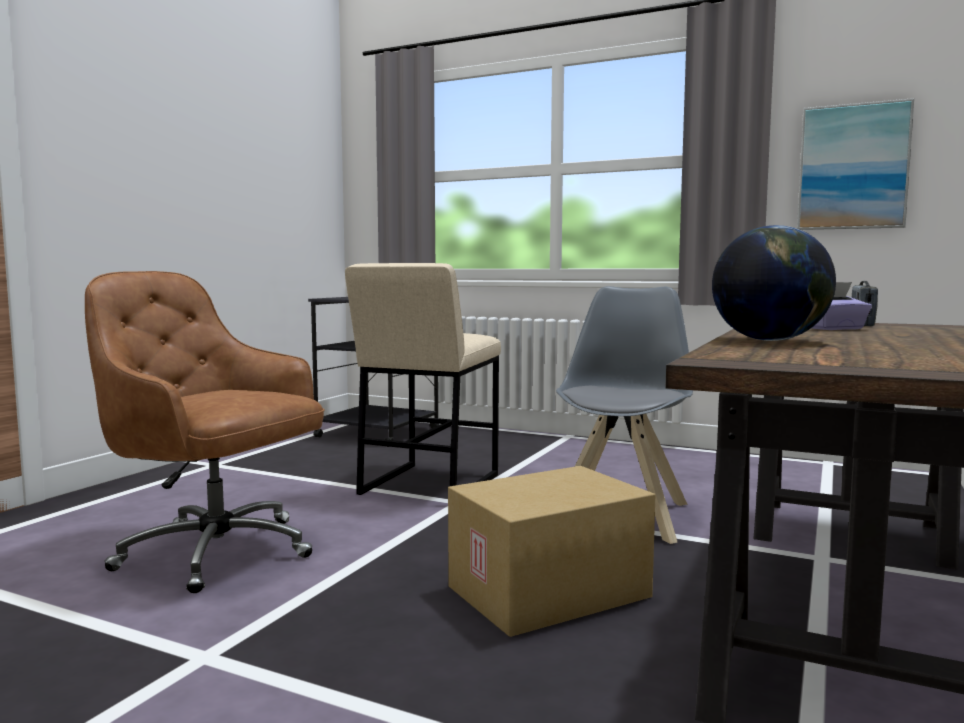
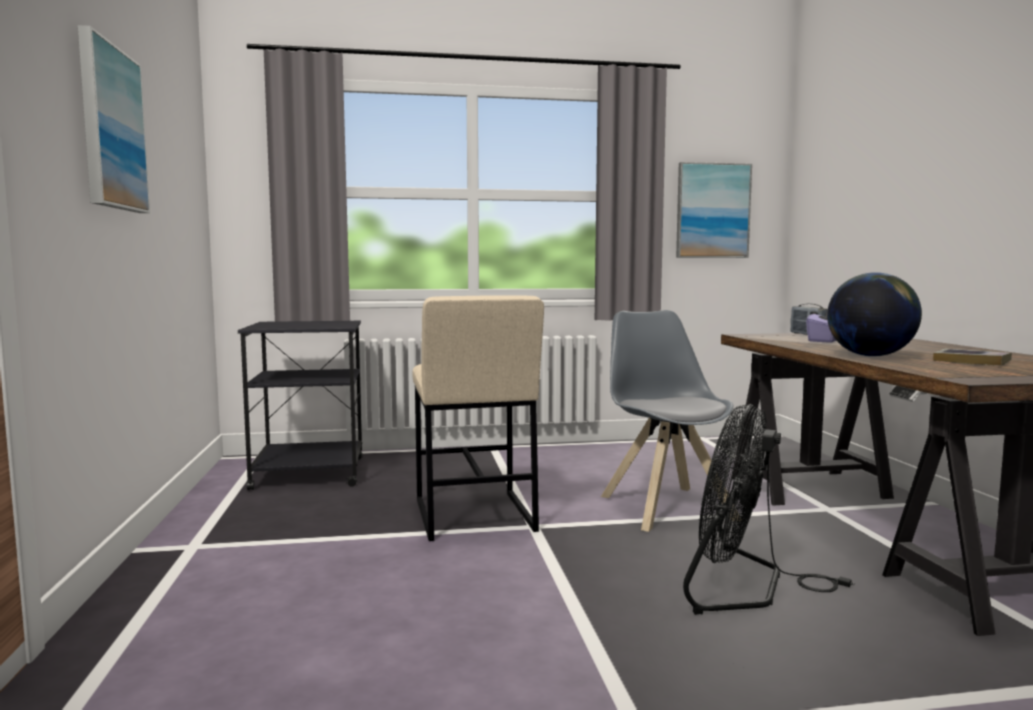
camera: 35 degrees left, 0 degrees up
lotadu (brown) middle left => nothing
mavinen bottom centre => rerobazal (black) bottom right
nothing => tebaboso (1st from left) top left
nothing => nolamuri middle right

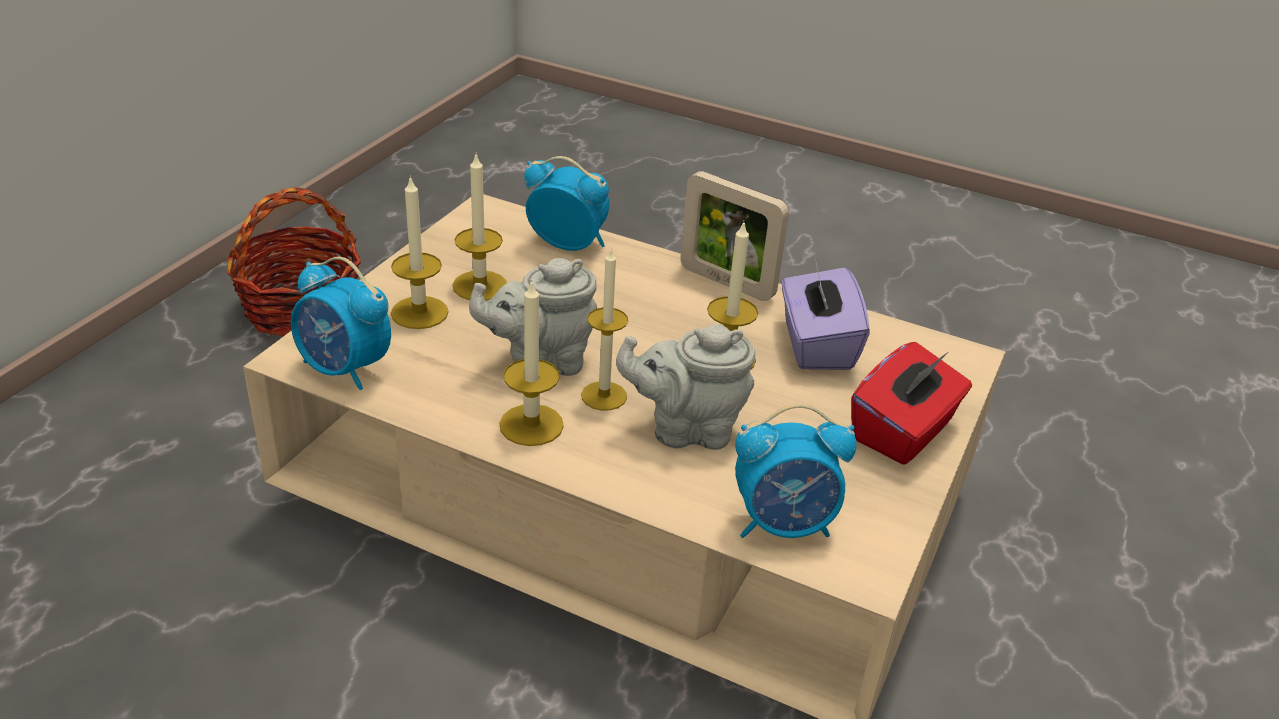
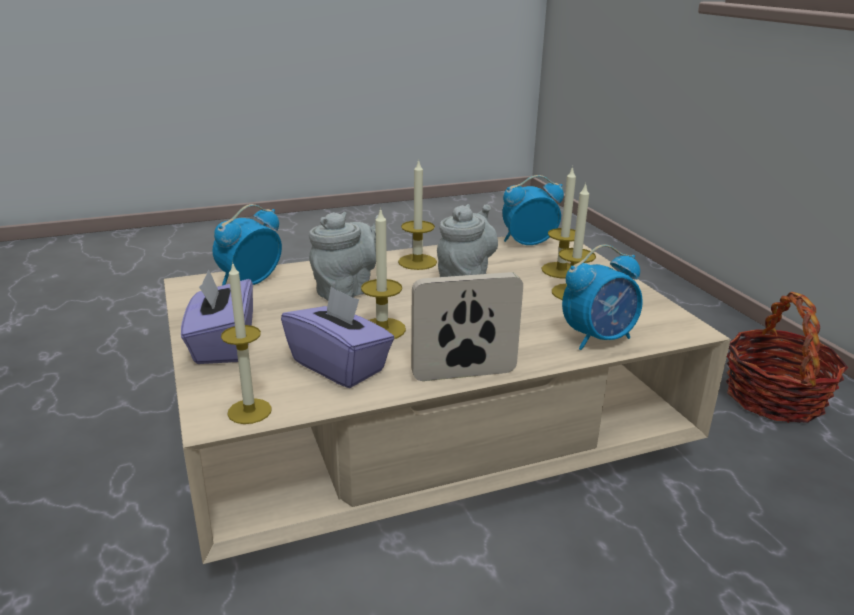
camera: 135 degrees right, 10 degrees down
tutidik (4th from left in the first image) centre => tutidik (1st from left) middle left, moved
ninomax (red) middle right => ninomax (purple) (1st from left) middle left

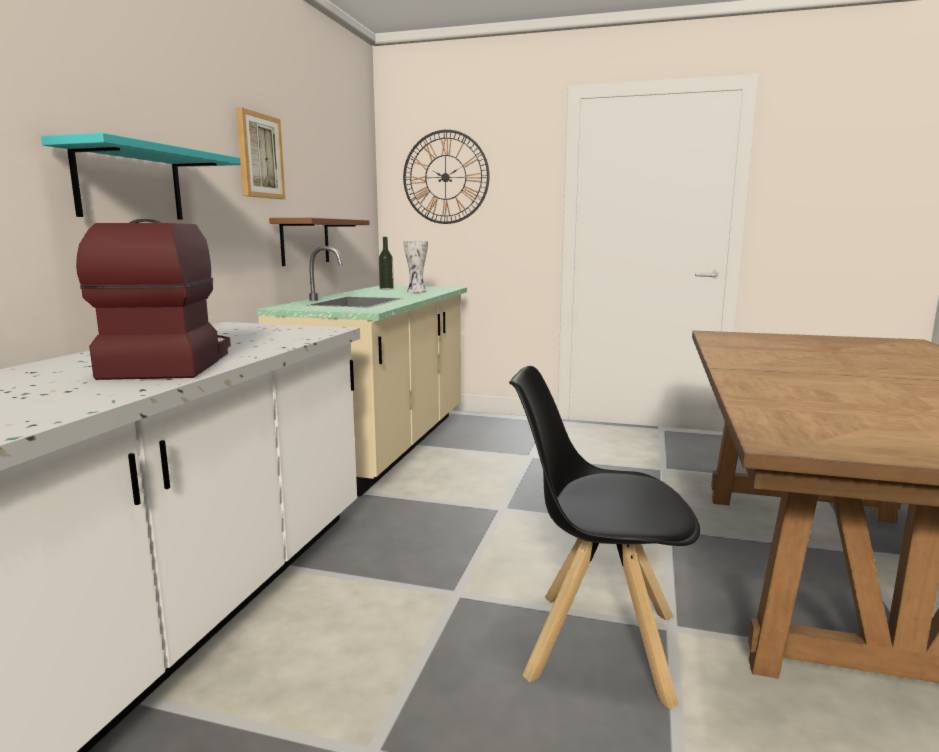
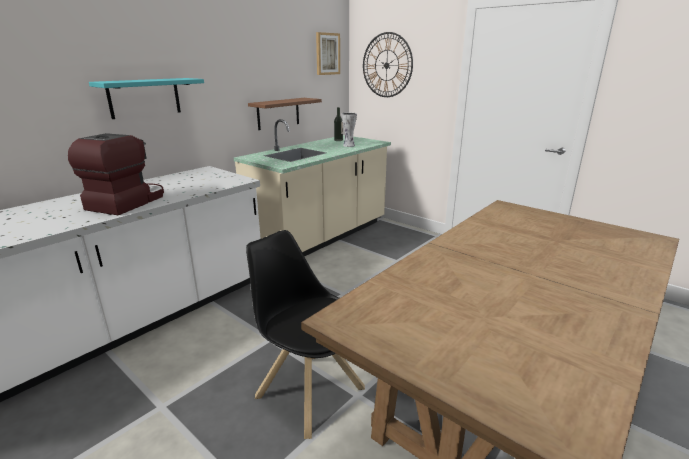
camera: 25 degrees right, 10 degrees up
tebaboso top left => tebaboso top centre, moved

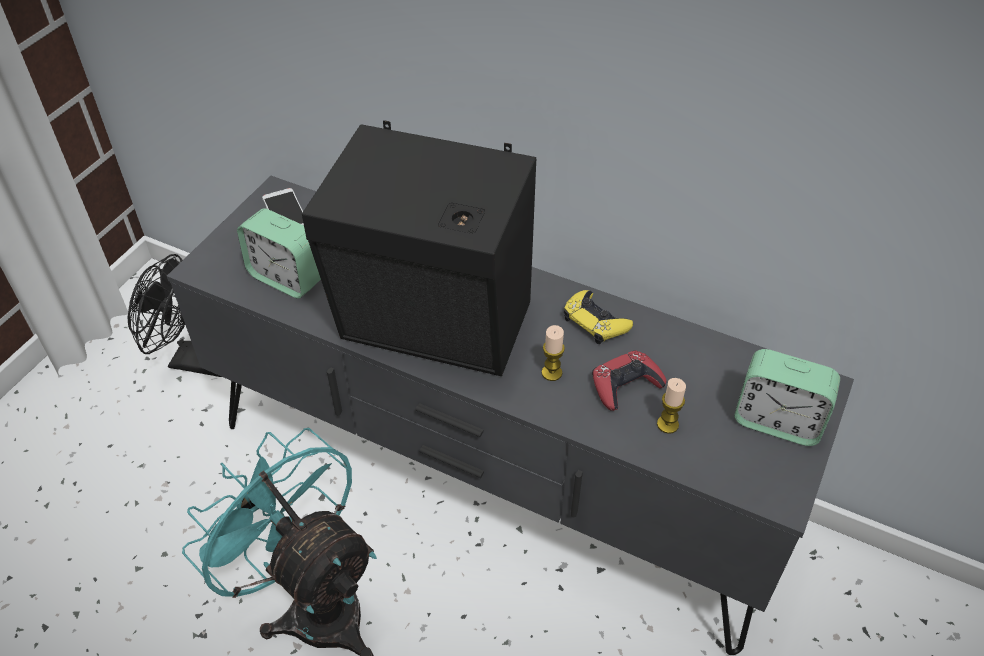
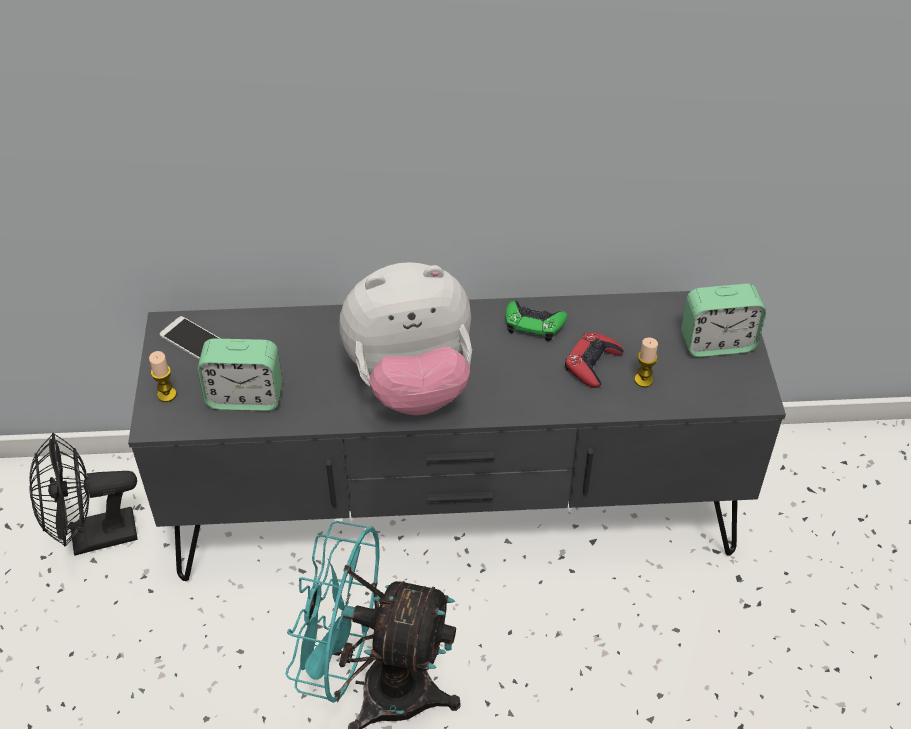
camera: 30 degrees left, 0 degrees up
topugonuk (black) centre => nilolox centre
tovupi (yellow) centre => tovupi (green) centre
tutidik (1st from left) centre => tutidik (1st from left) middle left, moved

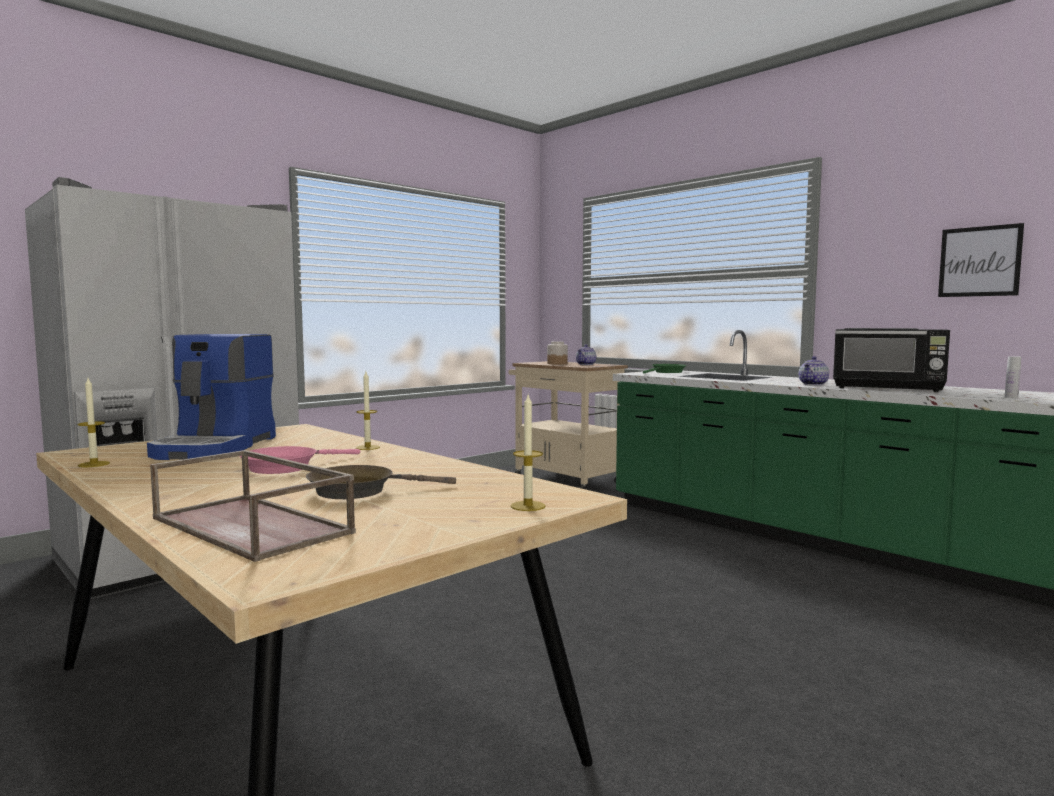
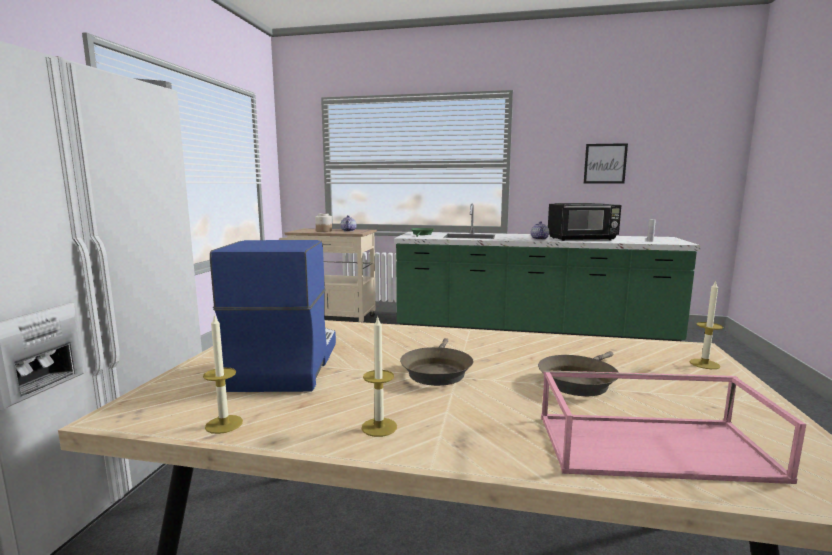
camera: 35 degrees left, 5 degrees up
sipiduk middle left, 150 degrees counterclockwise
tutidik (2nd from left) centre => tutidik (2nd from left) bottom centre, moved
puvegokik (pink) middle left => puvegokik (brown) (1st from left) centre
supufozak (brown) middle left => supufozak (pink) bottom right

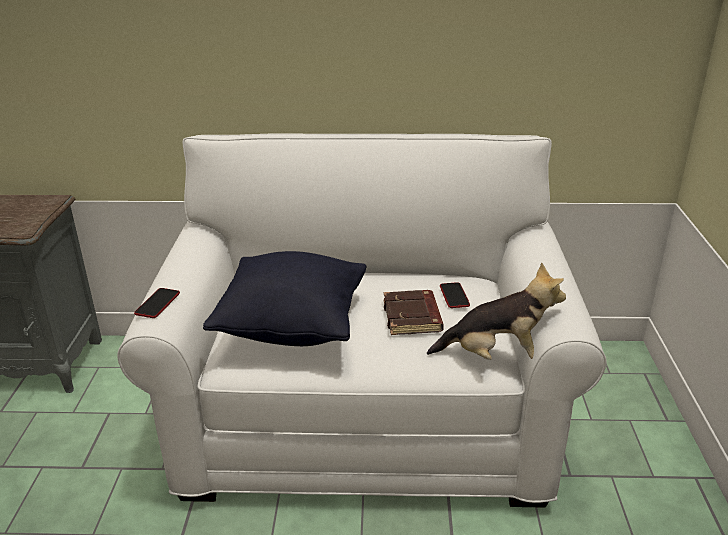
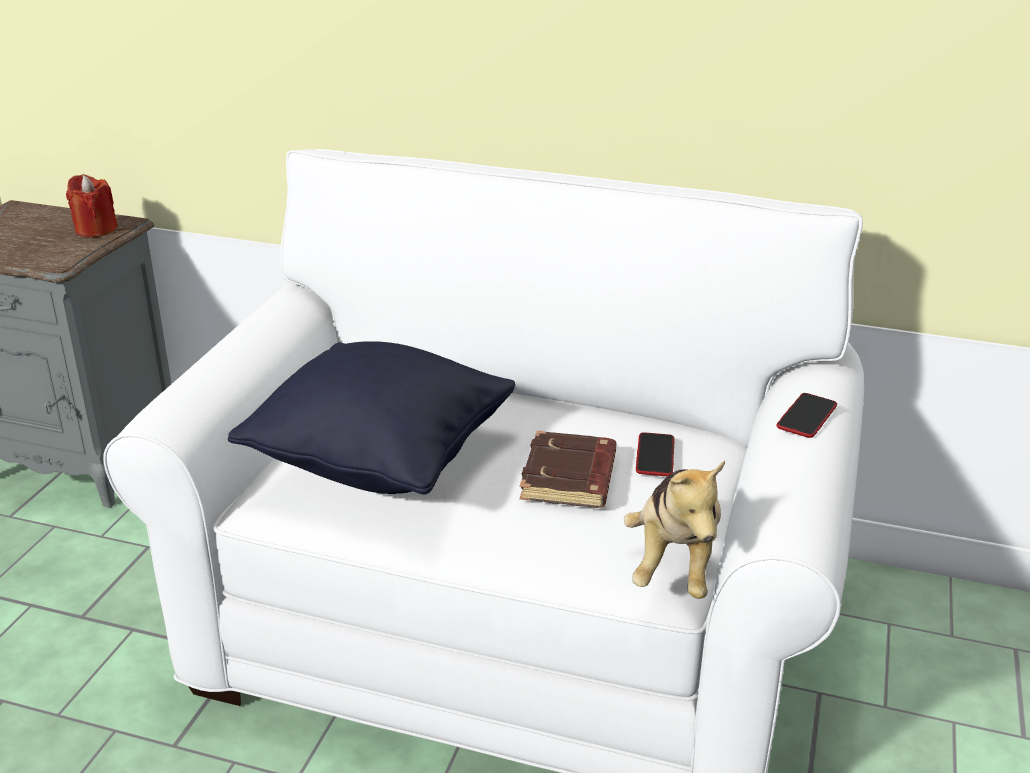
camera: 15 degrees right, 0 degrees up
nilolox middle right => nilolox bottom centre, 75 degrees clockwise
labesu (1st from left in the first image) middle left => labesu (2nd from left) middle right, moved
nothing => tutidik (red) top left

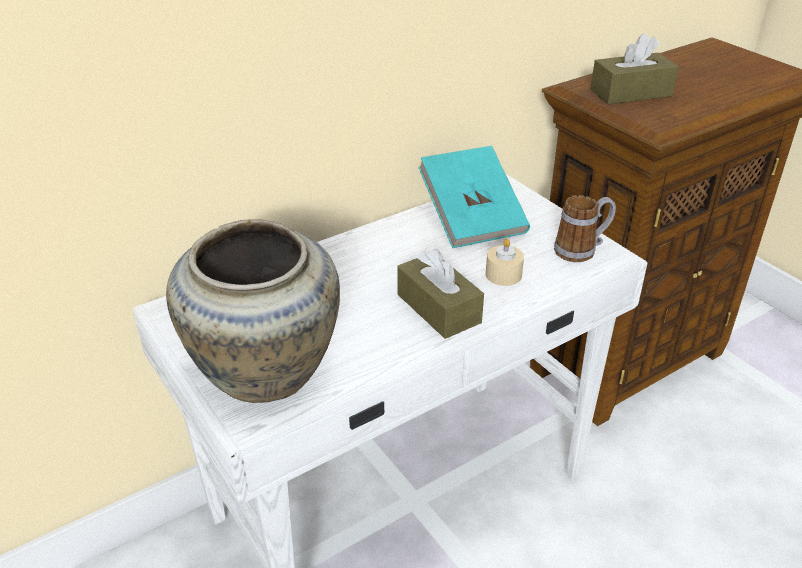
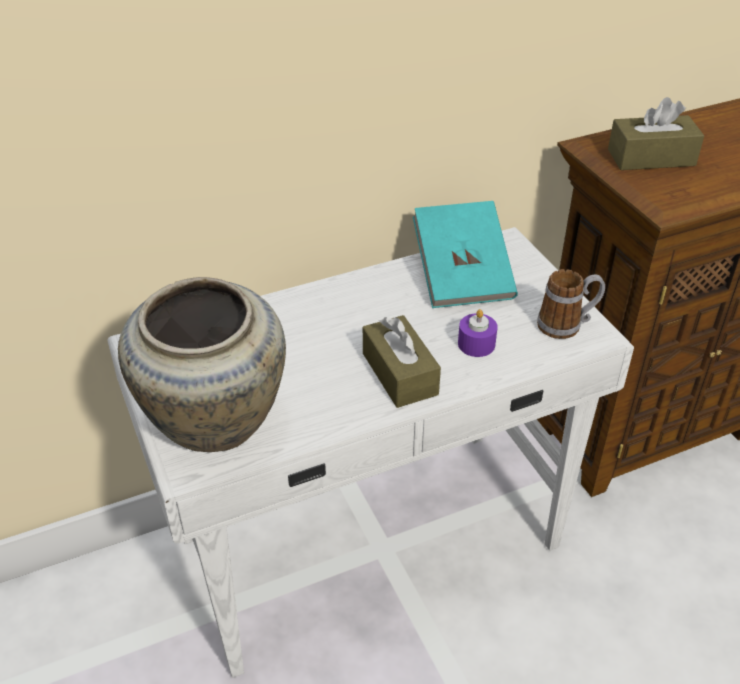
camera: 10 degrees right, 5 degrees up
tutidik (beige) centre => tutidik (purple) centre

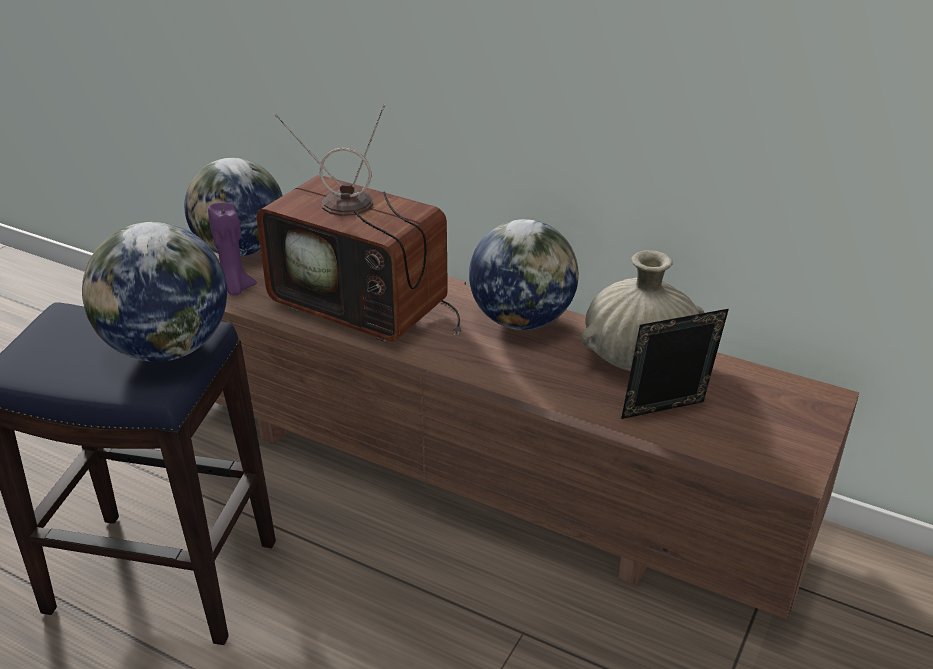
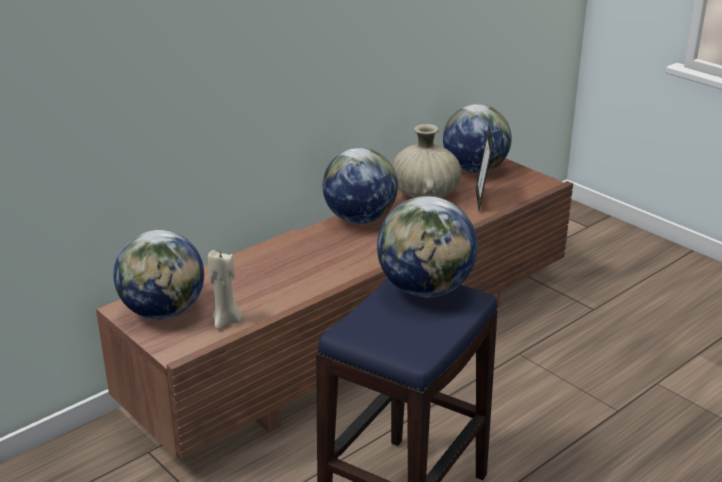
camera: 70 degrees left, 5 degrees down
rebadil centre => nothing
tutidik (purple) middle left => tutidik (beige) middle left
nothing => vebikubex (4th from left) top centre

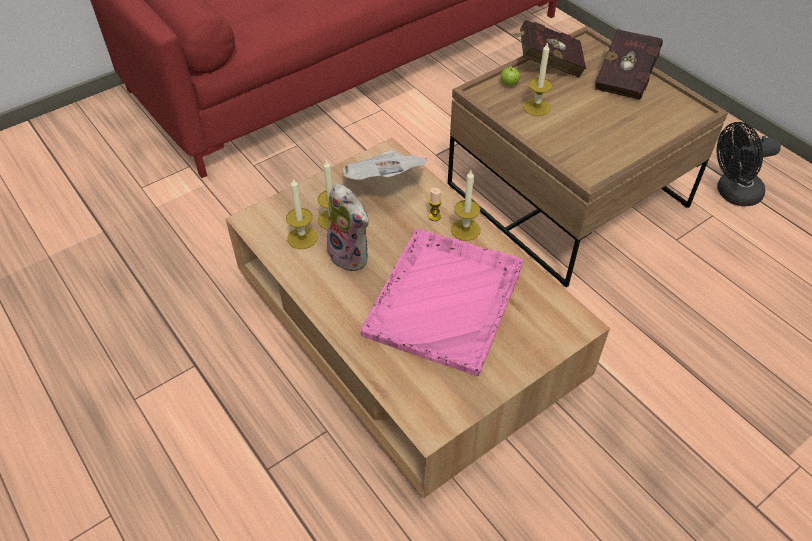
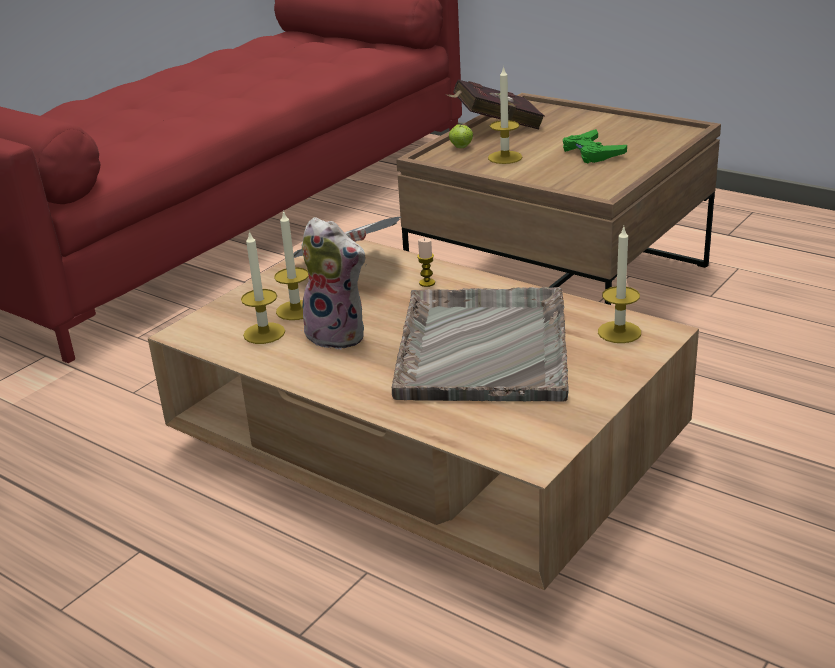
camera: 15 degrees left, 20 degrees down
nolamuri (red) (2nd from left) top right => nothing
rerobazal (black) top right => nothing
tutidik (4th from left in the first image) centre => tutidik (5th from left) middle right, moved
supufozak (pink) centre => supufozak (grey) centre
nothing => tovupi (green) top right

